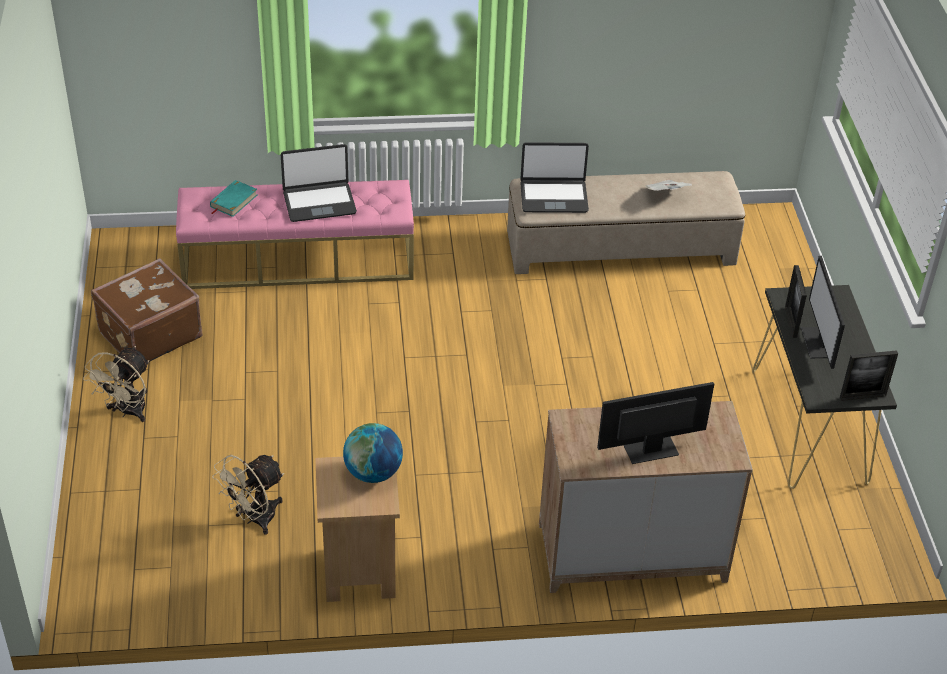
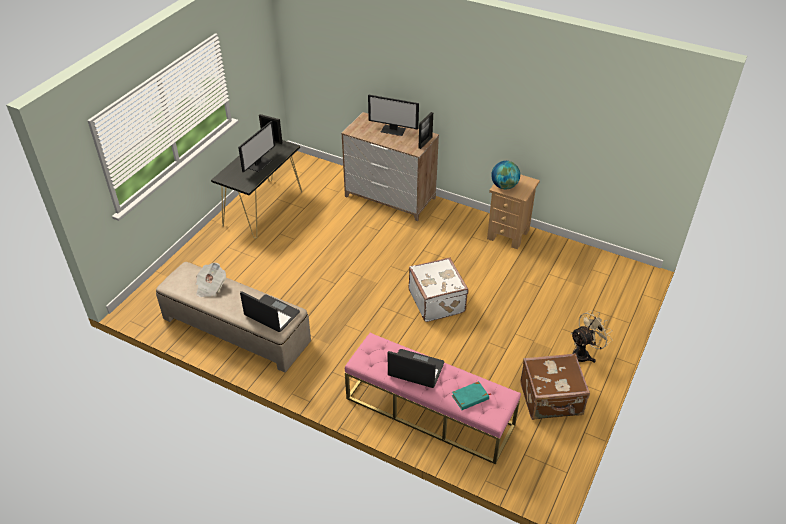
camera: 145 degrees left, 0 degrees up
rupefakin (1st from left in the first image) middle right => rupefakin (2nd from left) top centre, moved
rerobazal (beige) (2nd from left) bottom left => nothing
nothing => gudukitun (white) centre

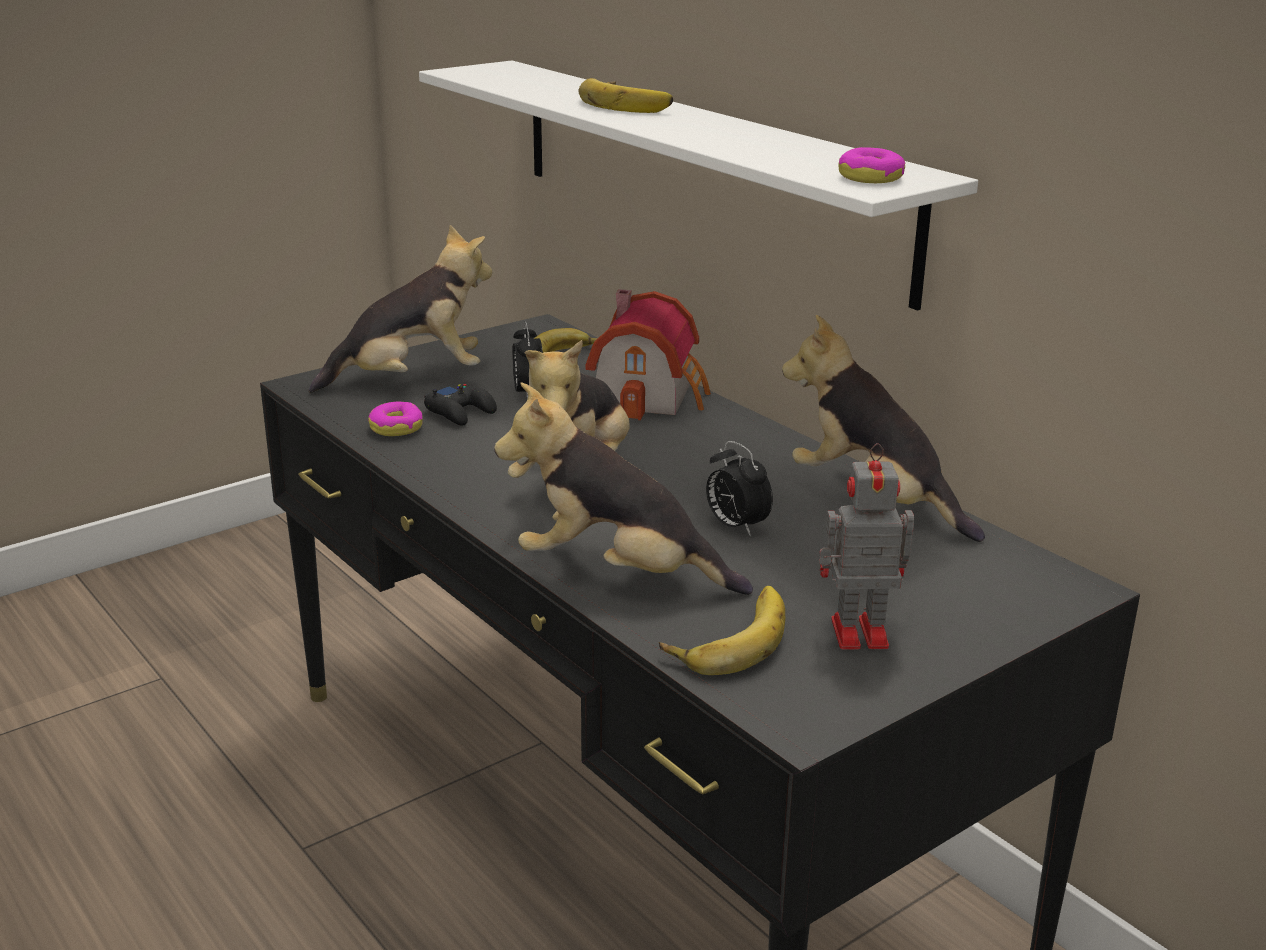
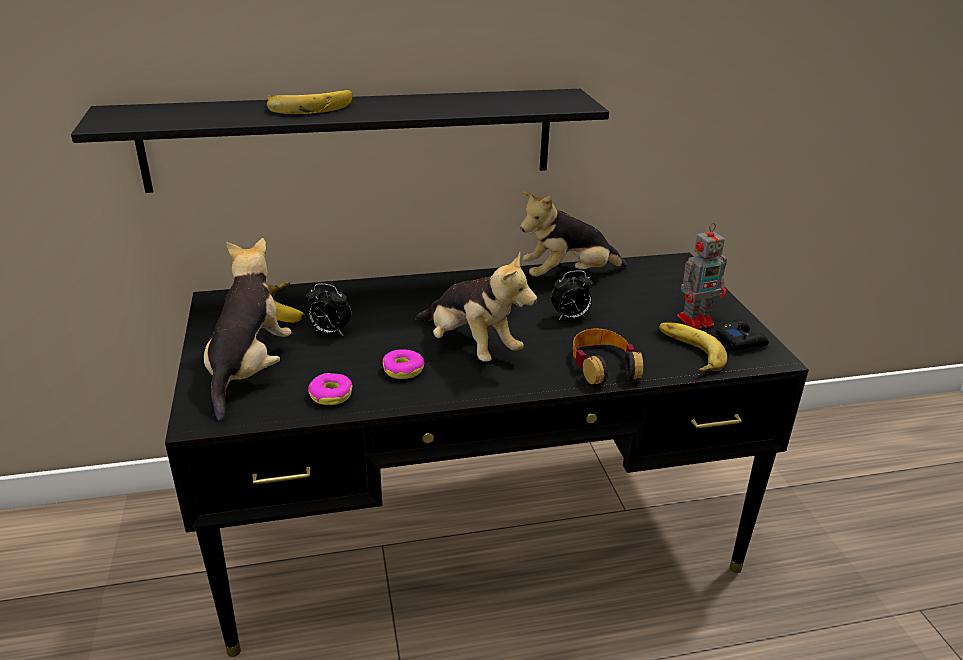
camera: 65 degrees left, 5 degrees up
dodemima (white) top centre => dodemima (black) top centre
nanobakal (2nd from left) top right => nanobakal (2nd from left) centre, moved
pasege centre => nothing
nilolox (3rd from left) centre => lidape centre
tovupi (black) centre => tovupi (black) middle right, moved
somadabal middle right, 135 degrees counterclockwise

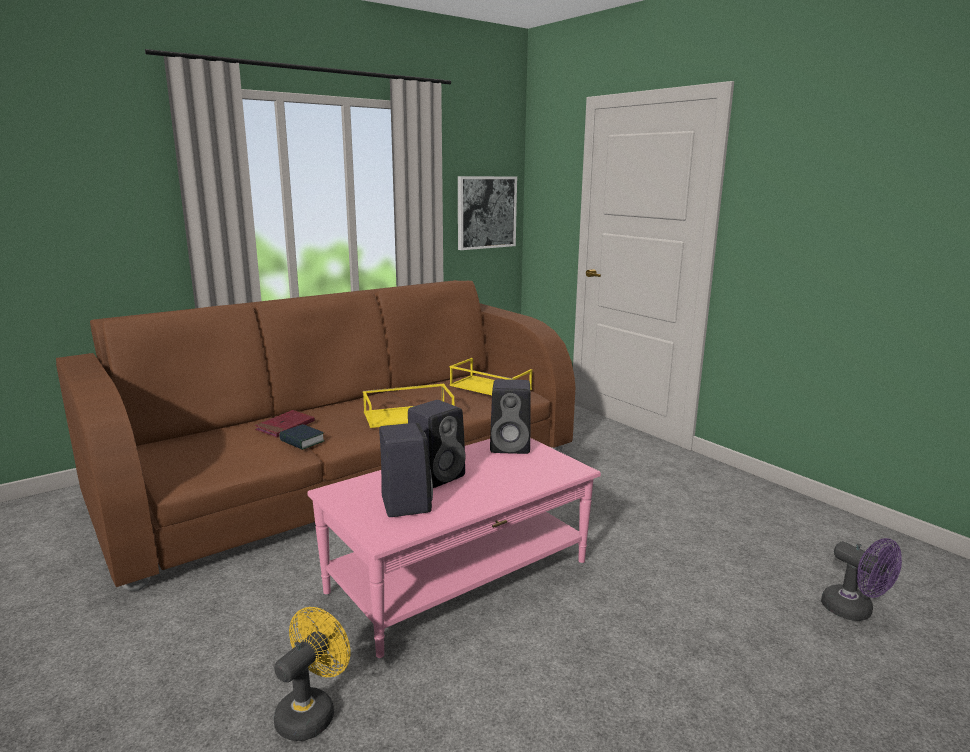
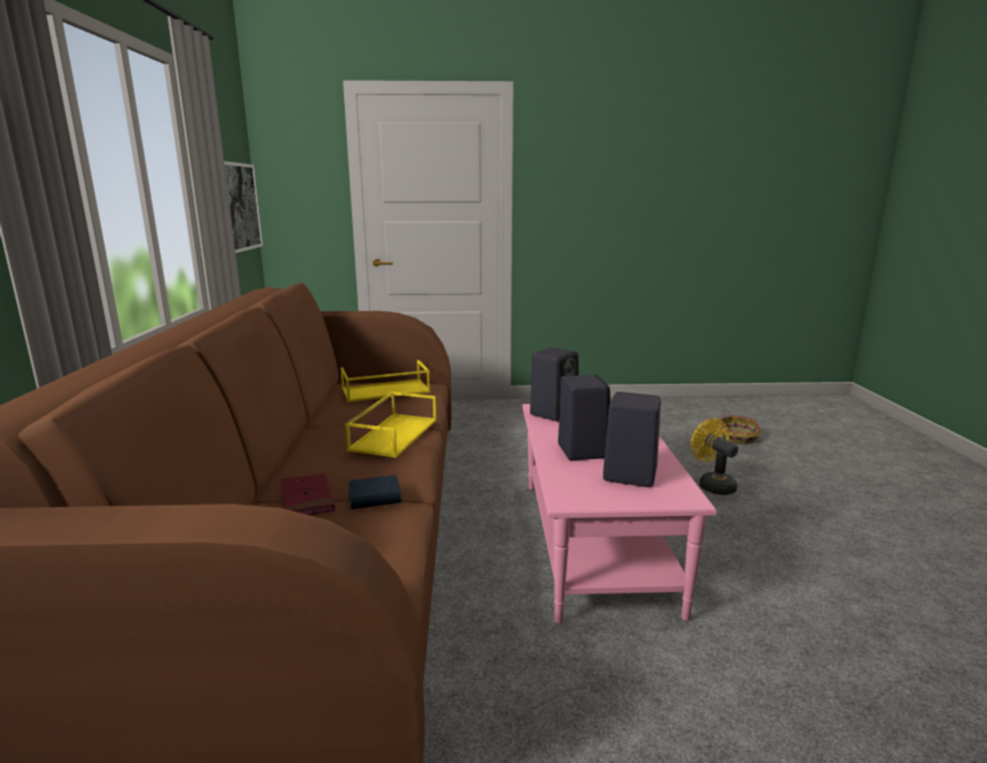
camera: 55 degrees left, 0 degrees up
rerobazal (purple) bottom right => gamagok middle right
rerobazal (yellow) bottom left => rerobazal (yellow) middle right, moved

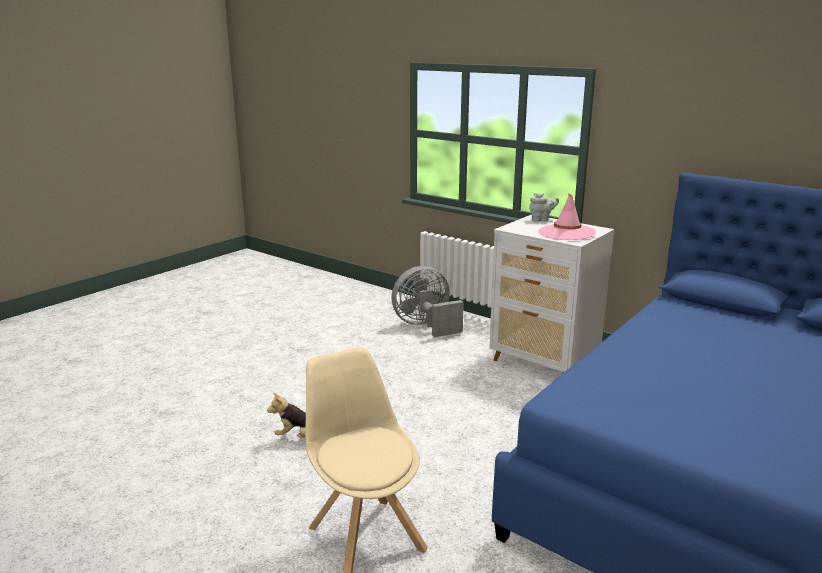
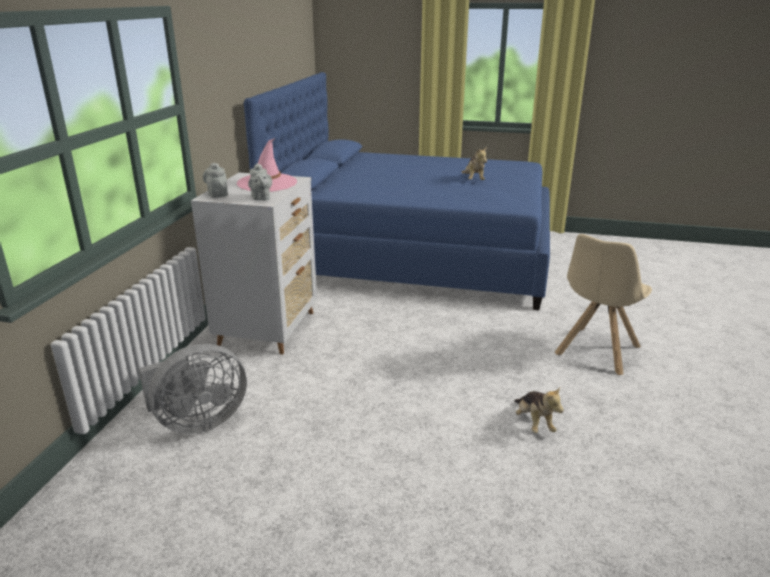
camera: 115 degrees left, 5 degrees up
rerobazal (grey) centre => rerobazal (grey) bottom left, 75 degrees counterclockwise
nothing => nilolox (1st from left) top centre
nothing => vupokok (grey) (2nd from left) top centre

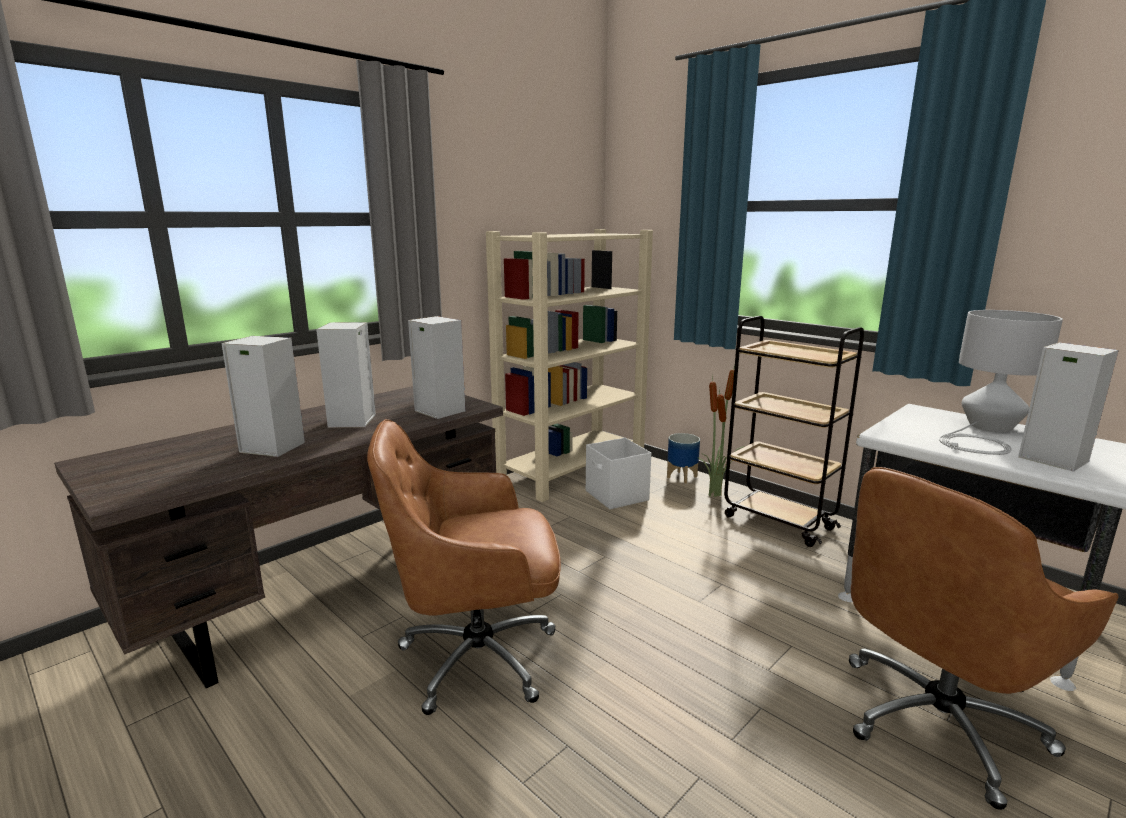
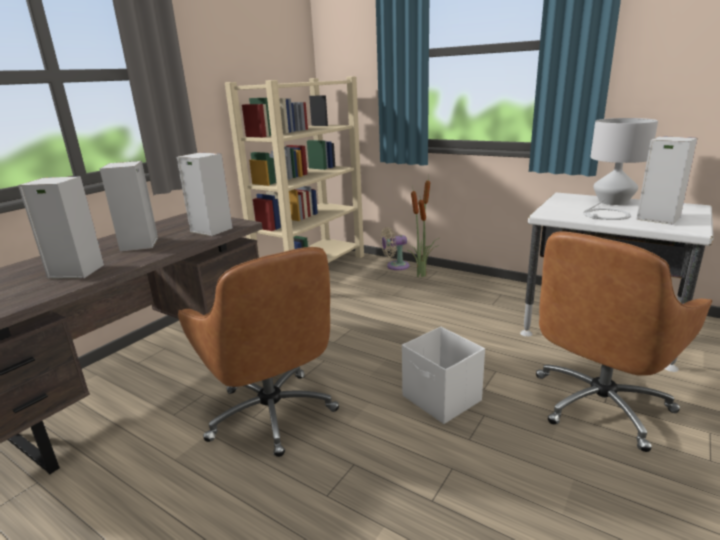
camera: 10 degrees left, 5 degrees up
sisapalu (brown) middle right => nothing
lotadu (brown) (1st from left) bottom centre => lotadu (brown) (1st from left) centre, 105 degrees counterclockwise
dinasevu centre => rerobazal (beige) centre
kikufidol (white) centre => kikufidol (white) bottom centre, moved

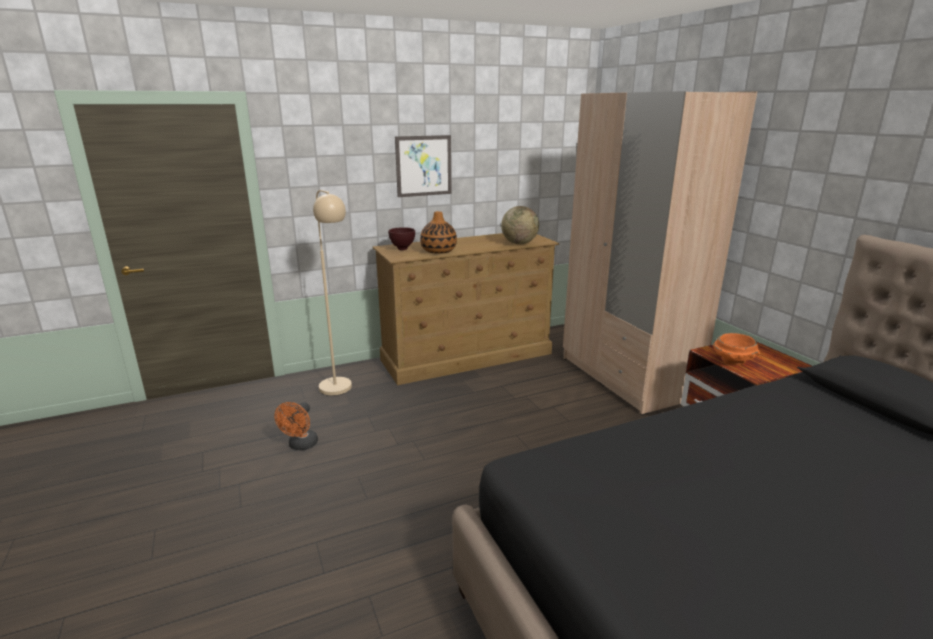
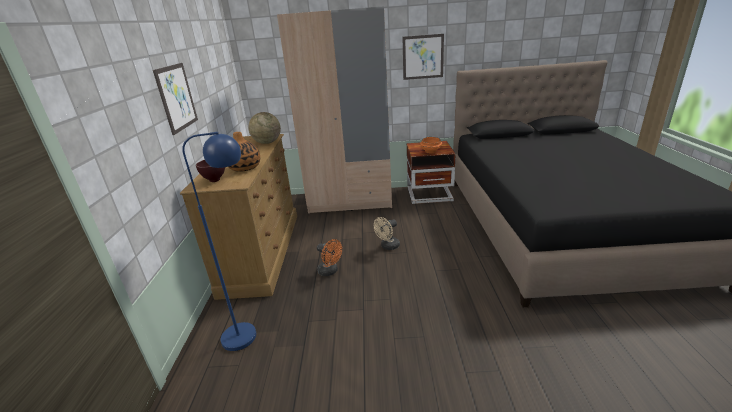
camera: 65 degrees left, 5 degrees up
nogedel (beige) centre => nogedel (blue) middle left
rerobazal (orange) bottom left => rerobazal (orange) centre, moved
nothing => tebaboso (2nd from left) top centre
nothing => rerobazal (beige) centre

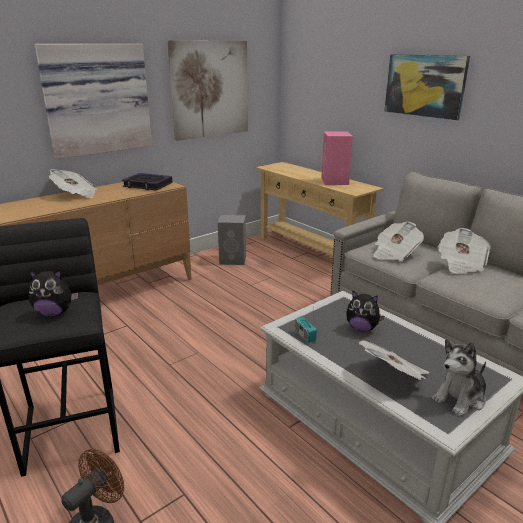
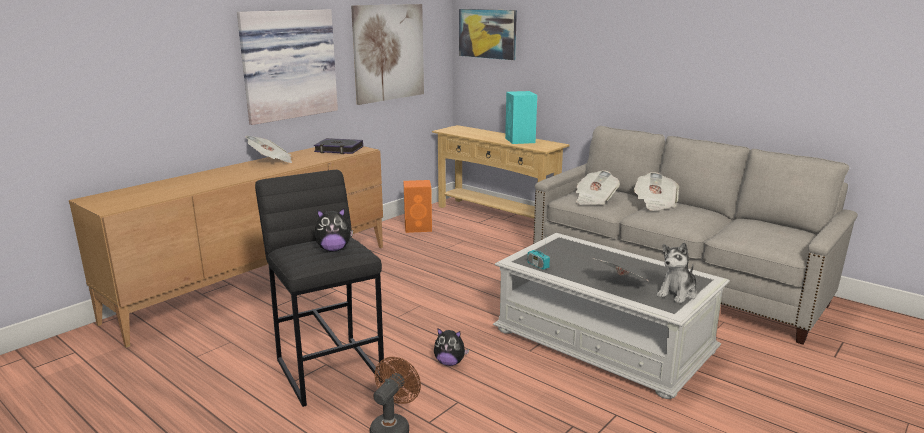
camera: 10 degrees left, 5 degrees down
tebaboso (3rd from left) top right => tebaboso (3rd from left) top centre, moved
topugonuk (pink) top centre => topugonuk (turquoise) top centre
topugonuk (grey) centre => topugonuk (orange) centre
nilolox (2nd from left) middle right => nilolox (2nd from left) bottom centre, moved

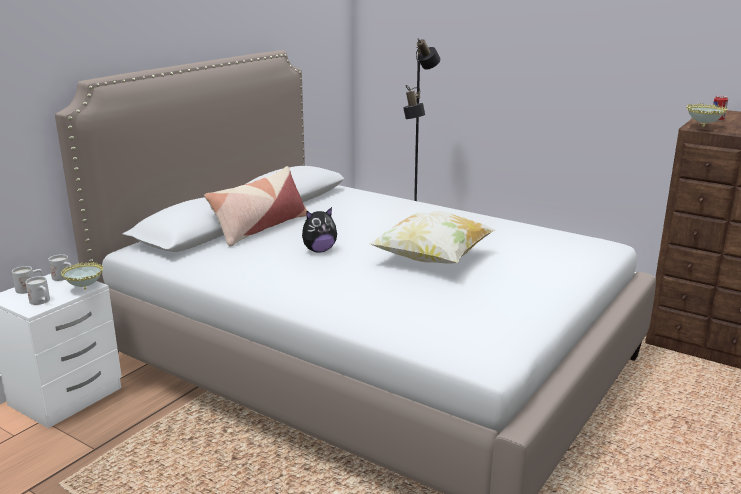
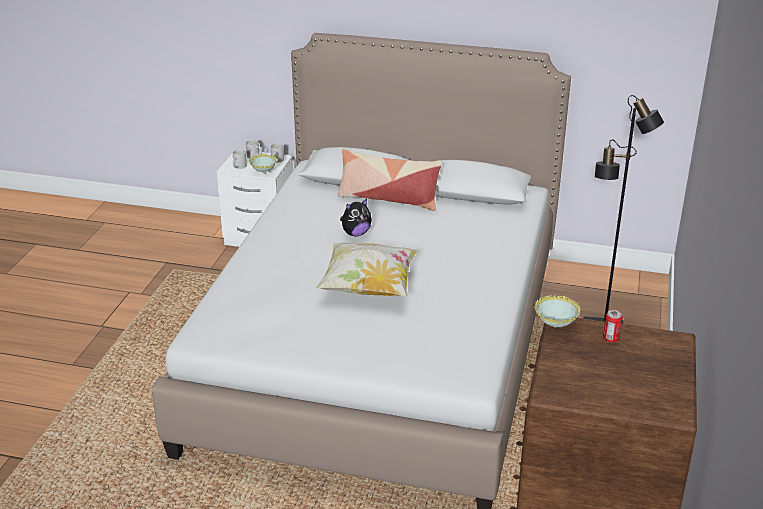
camera: 70 degrees right, 10 degrees up
nilolox centre, 75 degrees counterclockwise

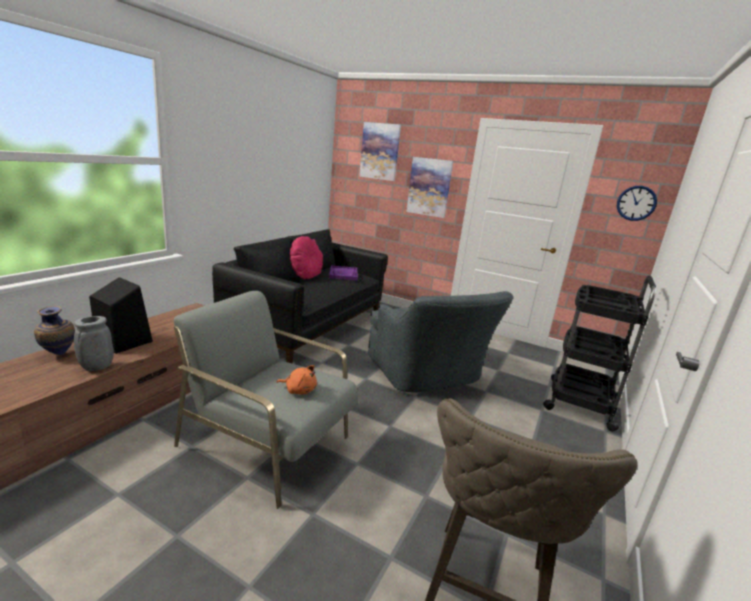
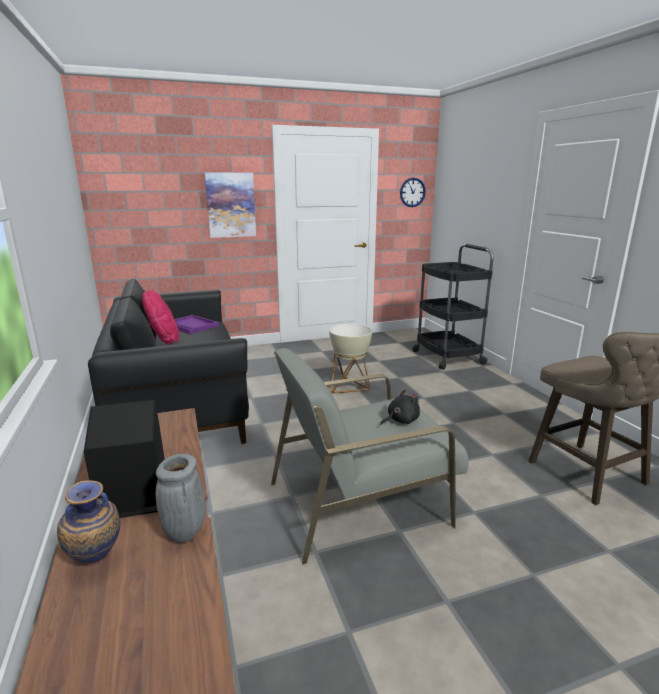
camera: 45 degrees left, 0 degrees up
tebaboso (1st from left) top centre => nothing
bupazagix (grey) (2nd from left) centre => dinasevu centre
nilolox (orange) centre => nilolox (black) centre

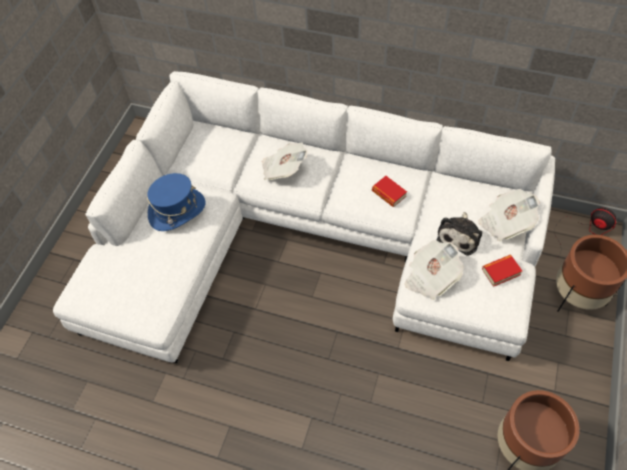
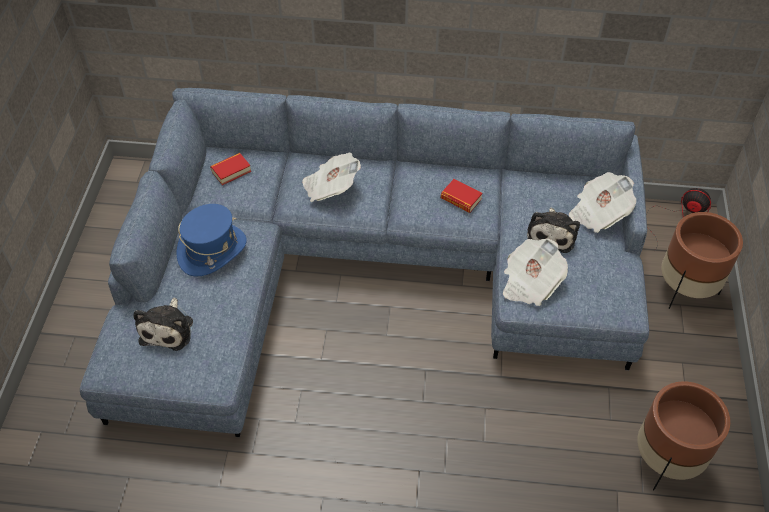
camera: 15 degrees left, 5 degrees down
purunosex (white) centre => purunosex (blue) centre
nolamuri (2nd from left in the first image) middle right => nolamuri (1st from left) top left, moved
nothing => nilolox (1st from left) middle left

